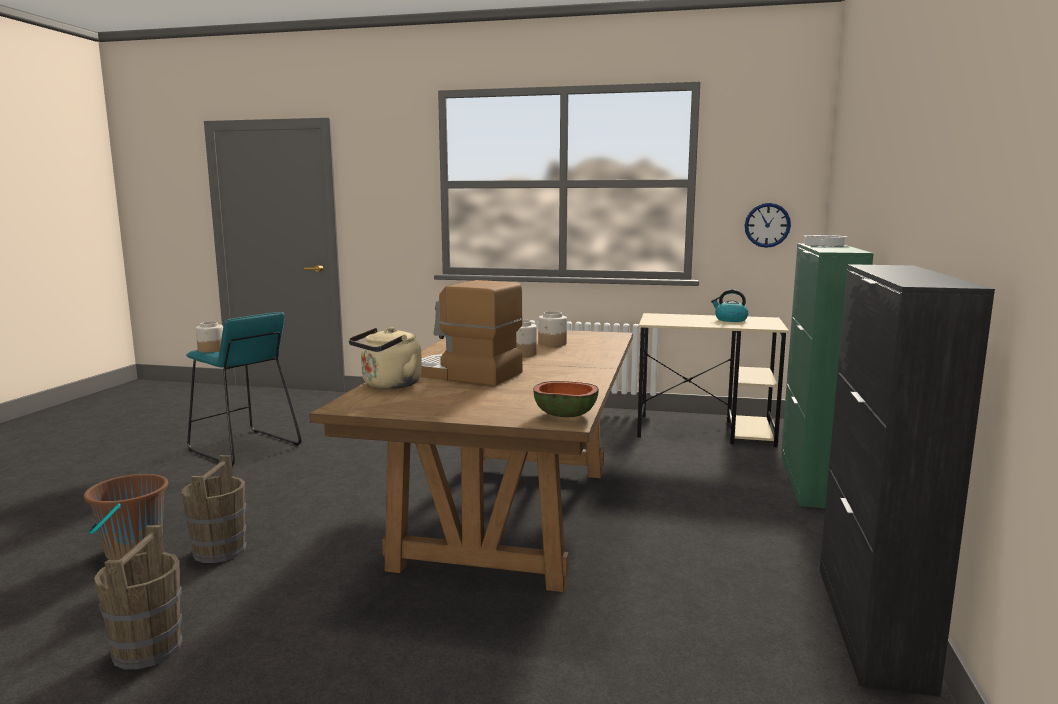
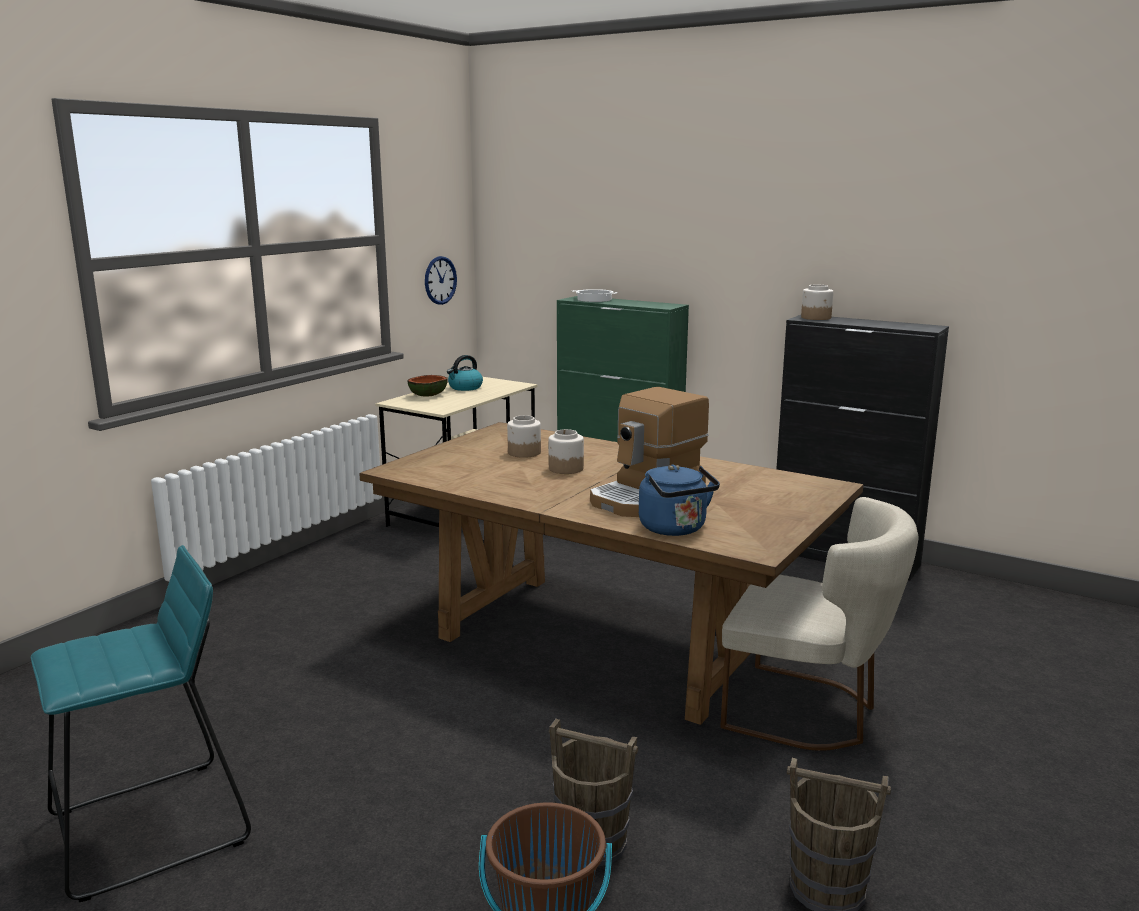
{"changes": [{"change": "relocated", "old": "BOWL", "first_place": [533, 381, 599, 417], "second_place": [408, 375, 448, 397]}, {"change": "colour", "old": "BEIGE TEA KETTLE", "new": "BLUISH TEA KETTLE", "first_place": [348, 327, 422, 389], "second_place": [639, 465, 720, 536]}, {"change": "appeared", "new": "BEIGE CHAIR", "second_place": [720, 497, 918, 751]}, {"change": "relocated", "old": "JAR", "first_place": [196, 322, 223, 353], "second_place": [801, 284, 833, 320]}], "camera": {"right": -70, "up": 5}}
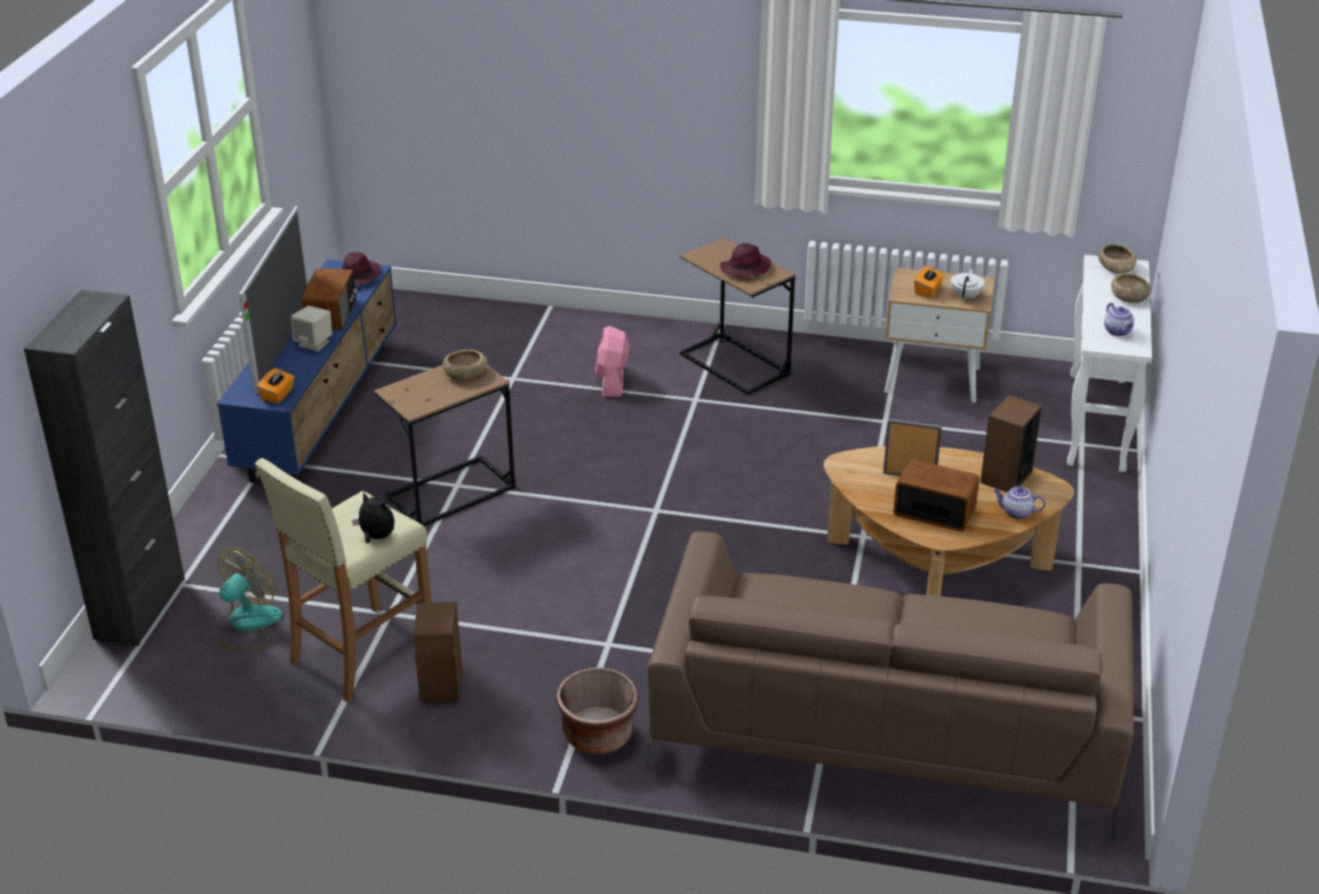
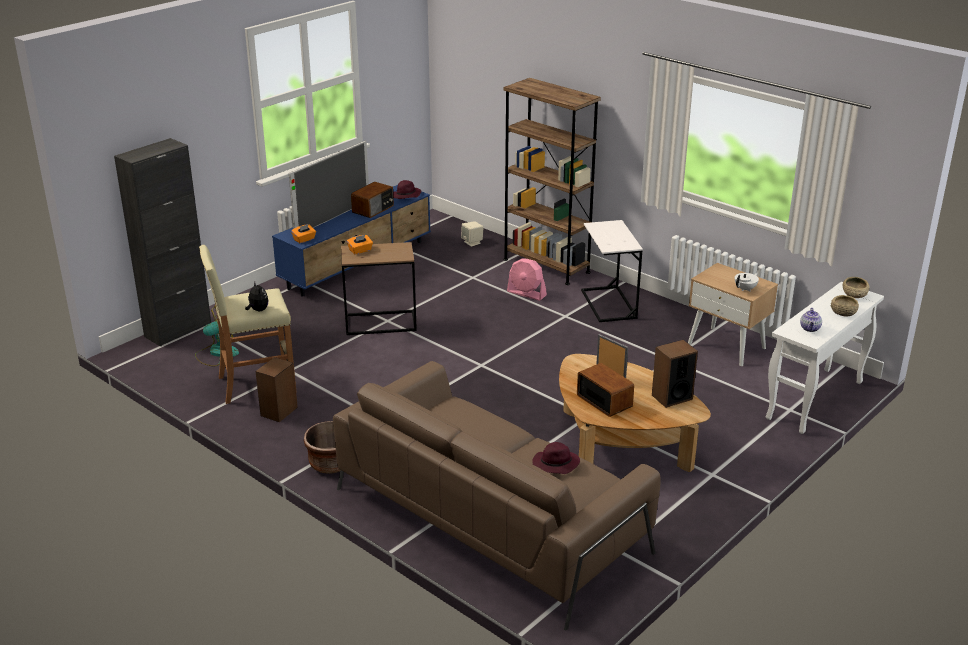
{"changes": [{"change": "relocated", "old": "ORANGEY TISSUE BOX", "first_place": [914, 266, 944, 298], "second_place": [347, 235, 373, 254]}, {"change": "relocated", "old": "BEIGE AUDIO SPEAKER", "first_place": [291, 306, 332, 351], "second_place": [461, 221, 484, 247]}, {"change": "appeared", "new": "BROWN BOOKSHELF", "second_place": [503, 78, 601, 285]}, {"change": "spun", "old": "PINK COOLING FAN", "first_place": [595, 326, 630, 397], "second_place": [507, 258, 547, 301], "degrees": -90}, {"change": "relocated", "old": "PURPLISH CLOTHING HAT", "first_place": [720, 243, 771, 277], "second_place": [532, 442, 580, 474]}, {"change": "colour", "old": "BROWN ACCENT TABLE", "new": "WHITE ACCENT TABLE", "first_place": [680, 237, 796, 395], "second_place": [581, 220, 643, 322]}, {"change": "missing", "old": "BEIGE BOWL", "first_place": [443, 349, 488, 380]}, {"change": "missing", "old": "POT FOR TEA", "first_place": [994, 486, 1046, 519]}], "camera": {"right": 30, "up": -5}}
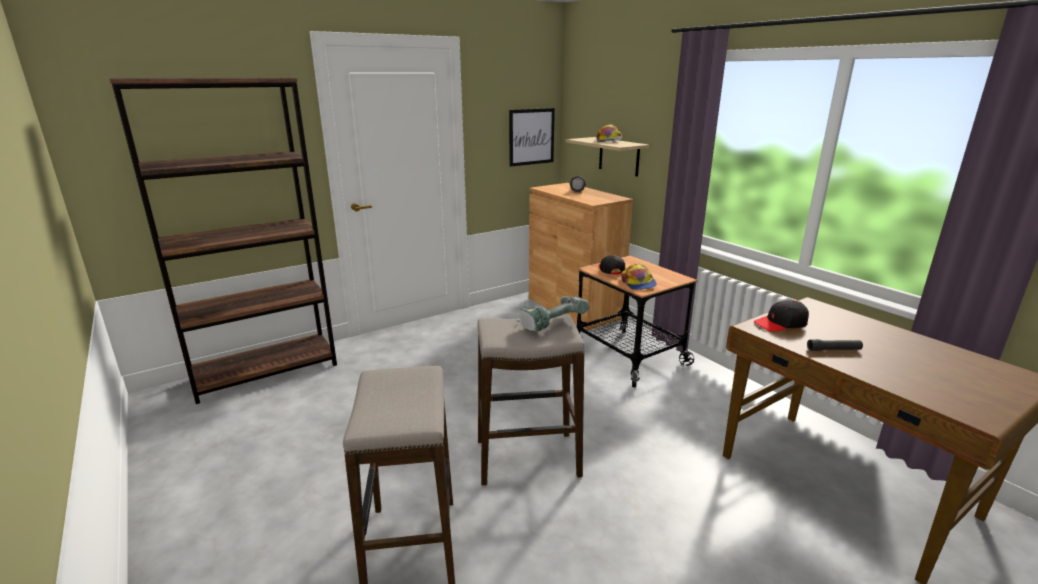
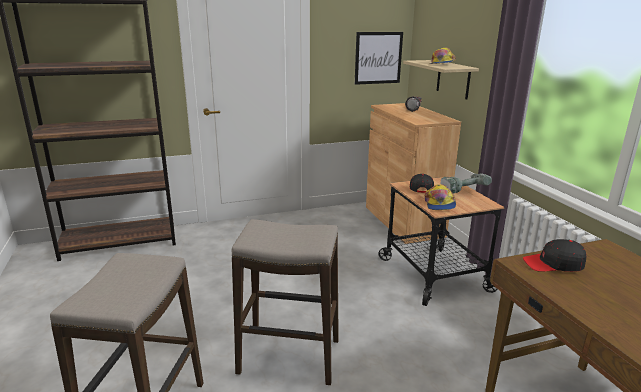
{"changes": [{"change": "relocated", "old": "DRILL", "first_place": [517, 296, 589, 332], "second_place": [441, 173, 492, 193]}, {"change": "missing", "old": "BLACK-COLOURED HAND TORCH", "first_place": [807, 339, 863, 351]}], "camera": {"right": 15, "up": 0}}
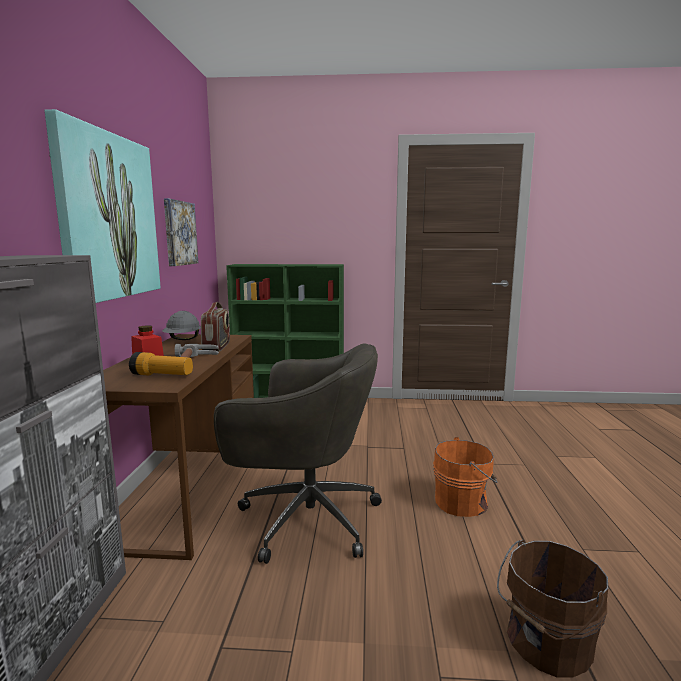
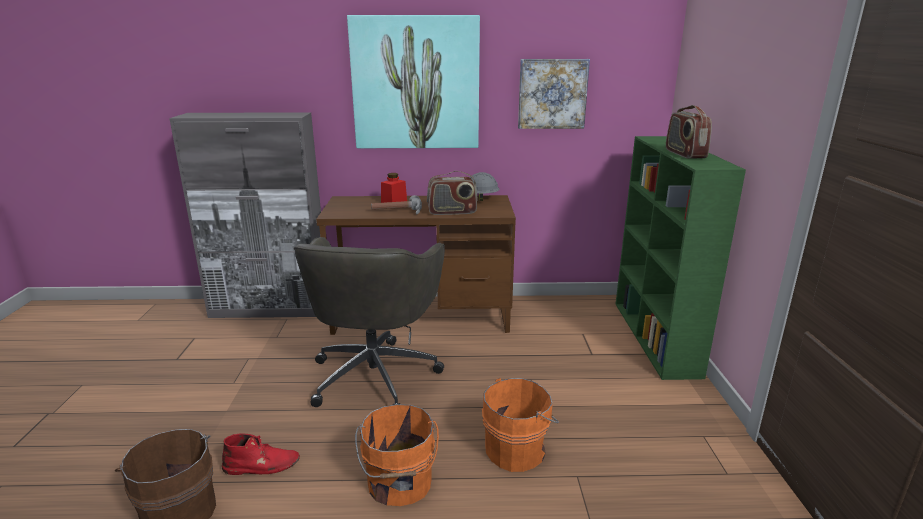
{"changes": [{"change": "appeared", "new": "RED-COLOURED TALL BOOT", "second_place": [222, 434, 300, 475]}, {"change": "appeared", "new": "ORANGEY WATER BUCKET", "second_place": [482, 378, 559, 472]}, {"change": "appeared", "new": "RADIO RECEIVER", "second_place": [666, 105, 712, 159]}, {"change": "missing", "old": "HAND TORCH", "first_place": [129, 352, 193, 375]}], "camera": {"right": 85, "up": 10}}
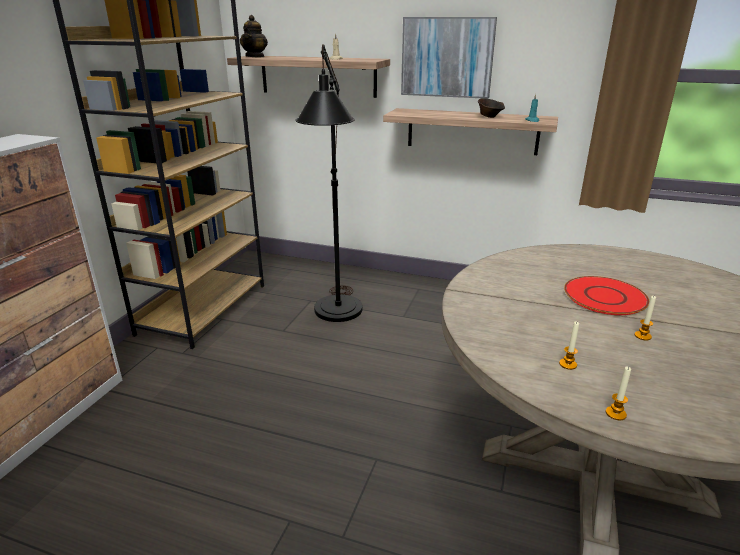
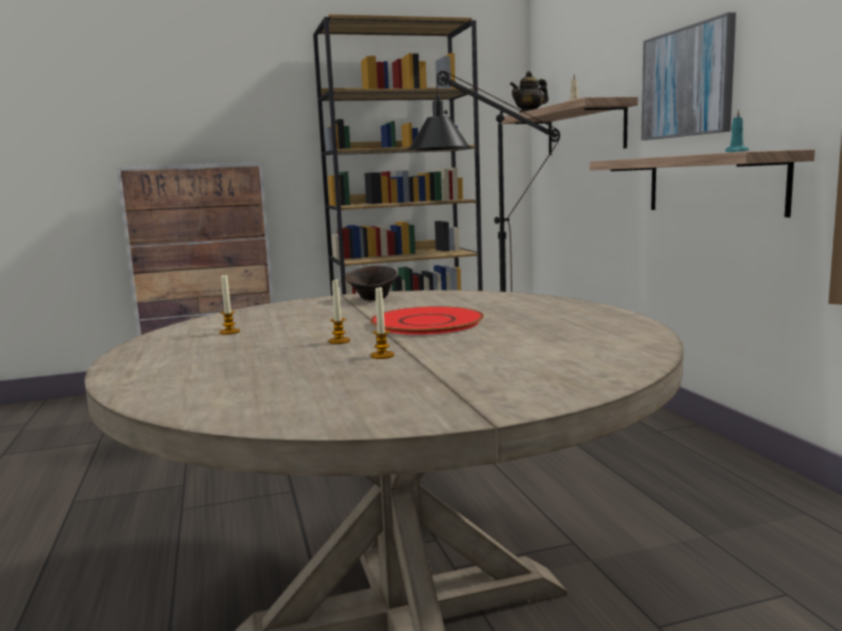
{"changes": [{"change": "relocated", "old": "BROWN BOWL", "first_place": [478, 98, 505, 118], "second_place": [345, 266, 398, 301]}, {"change": "relocated", "old": "CANDLE", "first_place": [605, 366, 631, 420], "second_place": [370, 286, 394, 359]}], "camera": {"right": 55, "up": -15}}
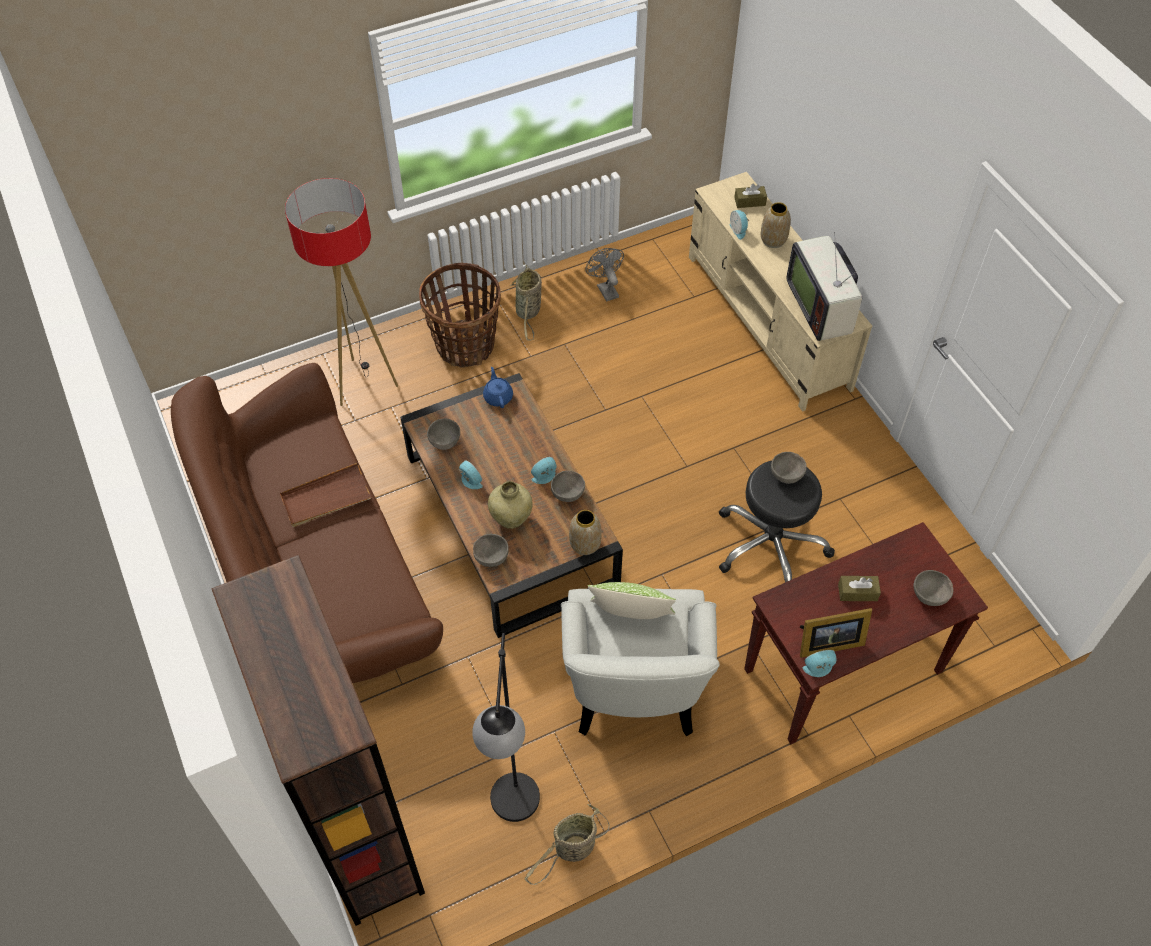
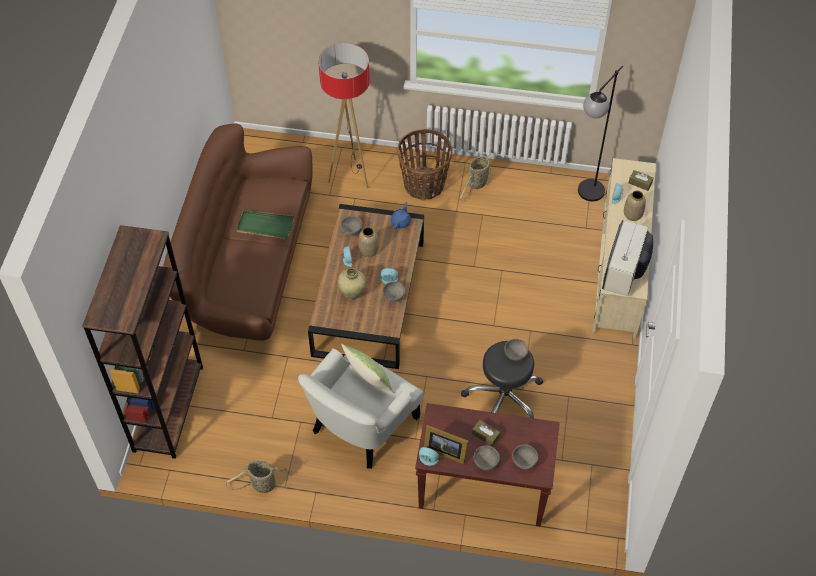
{"changes": [{"change": "colour", "old": "BROWN SERVING TRAY", "new": "GREEN-COLOURED SERVING TRAY", "first_place": [280, 463, 372, 527], "second_place": [236, 210, 294, 239]}, {"change": "relocated", "old": "VASE", "first_place": [569, 510, 602, 555], "second_place": [358, 227, 379, 257]}, {"change": "relocated", "old": "GREYISH BOWL", "first_place": [473, 534, 509, 567], "second_place": [473, 445, 500, 471]}, {"change": "relocated", "old": "BLACK-COLOURED STANDARD LAMP", "first_place": [472, 633, 540, 822], "second_place": [578, 66, 623, 201]}, {"change": "missing", "old": "GREYISH COOLING FAN", "first_place": [585, 248, 624, 301]}], "camera": {"right": 35, "up": 0}}
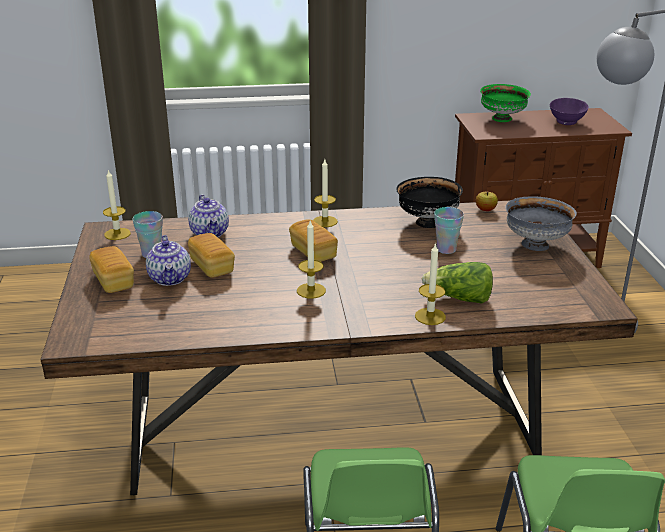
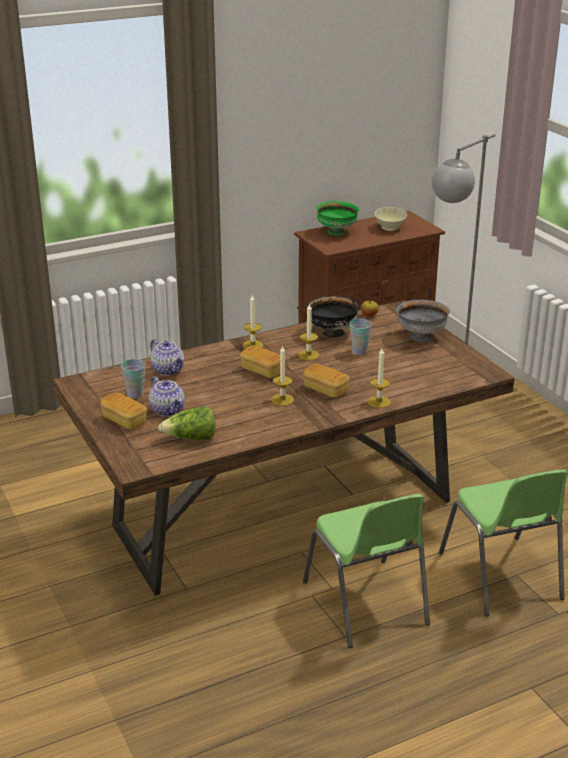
{"changes": [{"change": "relocated", "old": "LETTUCE HEAD", "first_place": [422, 262, 493, 304], "second_place": [158, 407, 216, 440]}, {"change": "relocated", "old": "CANDLE", "first_place": [103, 170, 131, 240], "second_place": [298, 304, 319, 360]}, {"change": "relocated", "old": "BAKERY BREAD", "first_place": [188, 233, 235, 278], "second_place": [303, 364, 350, 398]}, {"change": "colour", "old": "PURPLISH BOWL", "new": "BEIGE BOWL", "first_place": [550, 98, 589, 125], "second_place": [374, 207, 407, 231]}], "camera": {"right": -20, "up": 0}}
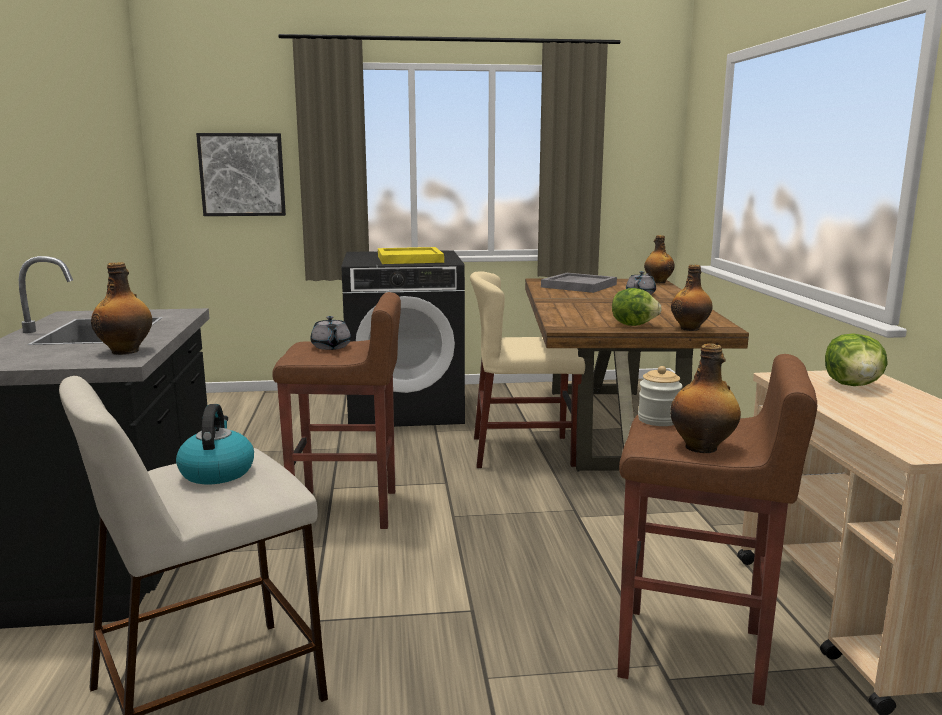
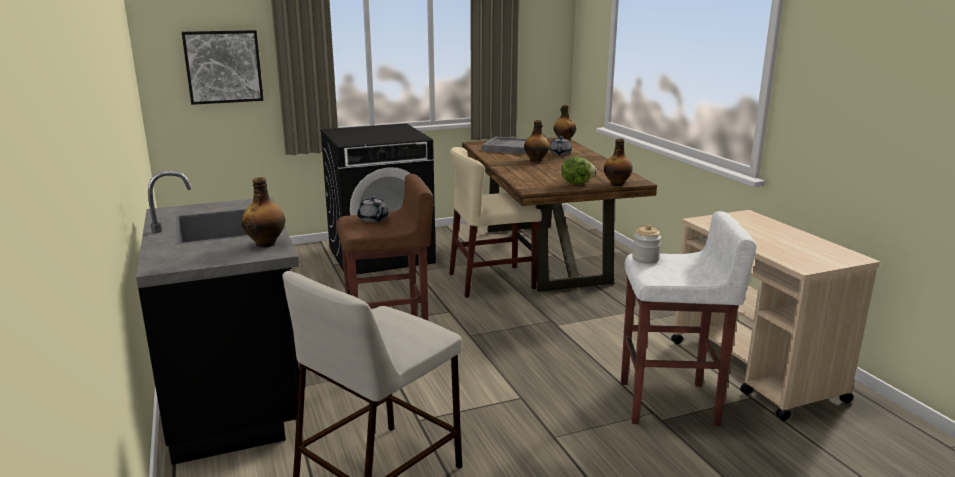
{"changes": [{"change": "relocated", "old": "DRINK BOTTLE", "first_place": [670, 344, 741, 453], "second_place": [524, 120, 549, 162]}, {"change": "colour", "old": "BROWN STOOL SEAT", "new": "WHITE STOOL SEAT", "first_place": [617, 354, 817, 706], "second_place": [621, 211, 756, 426]}, {"change": "missing", "old": "TEA KETTLE", "first_place": [176, 404, 254, 484]}, {"change": "missing", "old": "YELLOW-COLOURED SERVING TRAY", "first_place": [378, 247, 444, 264]}, {"change": "missing", "old": "LETTUCE HEAD", "first_place": [825, 333, 888, 386]}], "camera": {"right": -15, "up": 5}}
